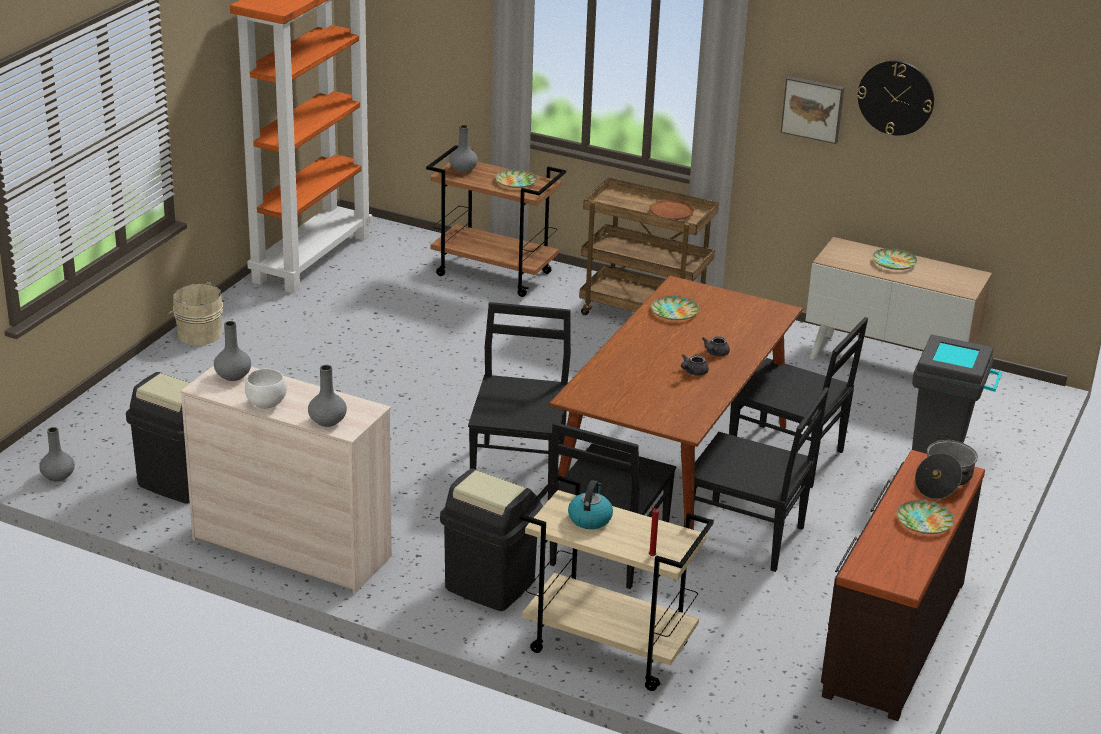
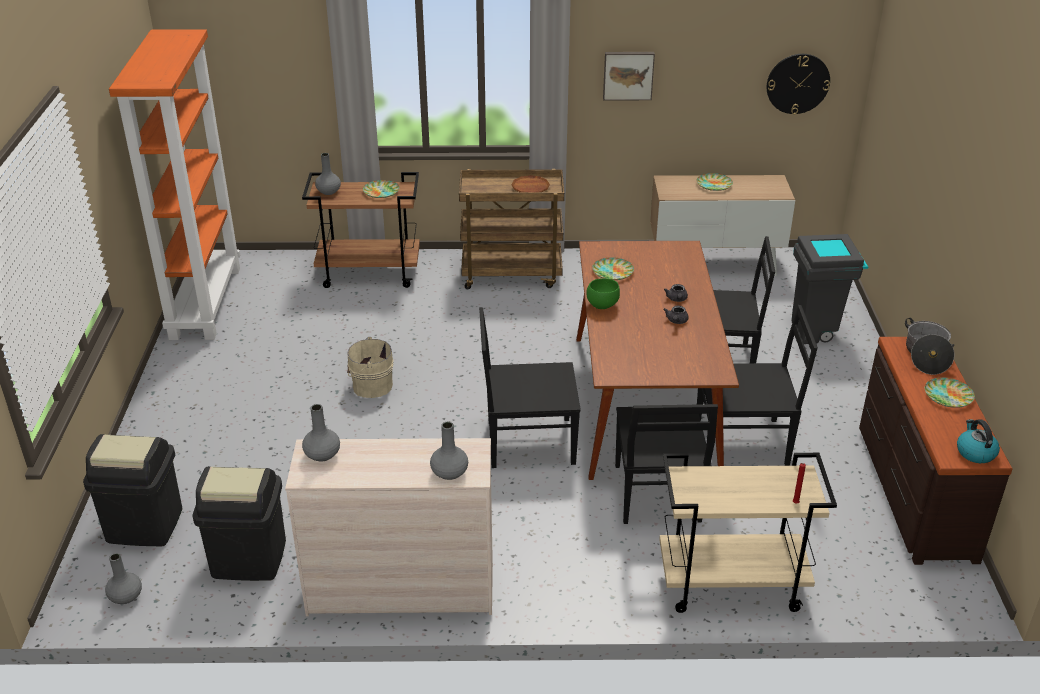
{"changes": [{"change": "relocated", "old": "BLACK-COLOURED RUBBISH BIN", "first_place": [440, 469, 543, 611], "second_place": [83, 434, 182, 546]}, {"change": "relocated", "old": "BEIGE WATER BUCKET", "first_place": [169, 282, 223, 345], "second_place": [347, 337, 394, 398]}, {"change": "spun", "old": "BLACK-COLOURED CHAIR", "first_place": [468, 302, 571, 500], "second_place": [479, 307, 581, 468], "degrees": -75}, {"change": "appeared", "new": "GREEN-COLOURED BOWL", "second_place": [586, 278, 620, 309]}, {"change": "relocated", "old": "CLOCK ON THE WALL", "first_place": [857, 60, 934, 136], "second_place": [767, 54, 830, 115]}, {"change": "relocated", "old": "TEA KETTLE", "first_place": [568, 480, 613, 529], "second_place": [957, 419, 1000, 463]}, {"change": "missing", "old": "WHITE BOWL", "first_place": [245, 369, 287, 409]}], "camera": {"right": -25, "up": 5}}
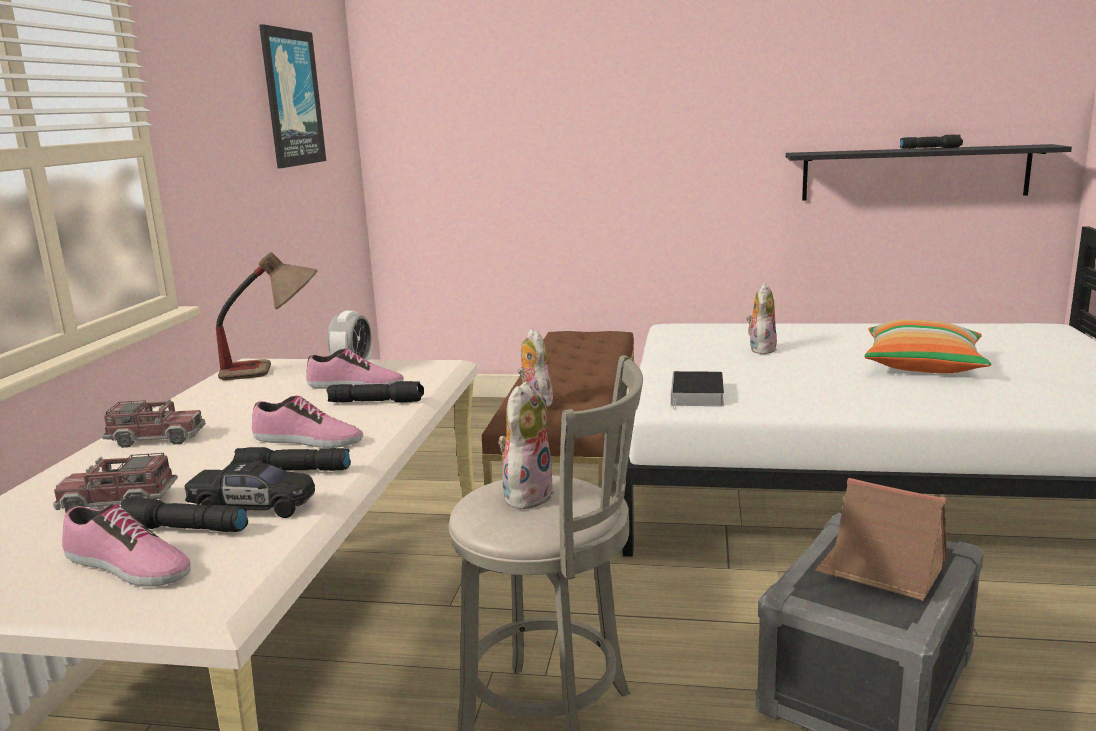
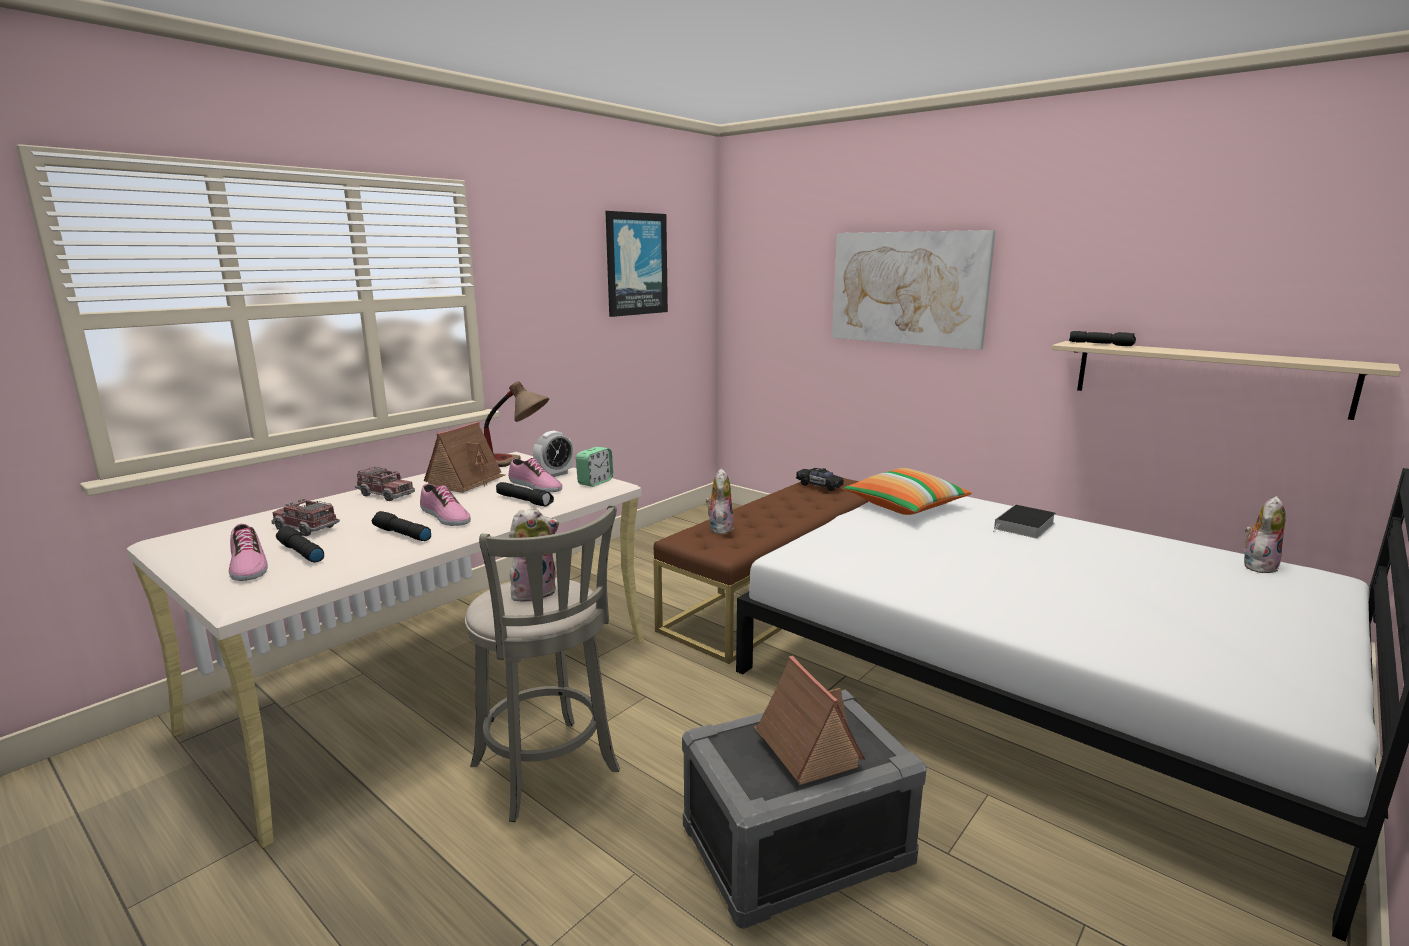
{"changes": [{"change": "appeared", "new": "MODEL HOUSE", "second_place": [424, 422, 505, 493]}, {"change": "appeared", "new": "ALARM CLOCK", "second_place": [576, 447, 613, 487]}, {"change": "relocated", "old": "BLACK-COLOURED MINIATURE CAR", "first_place": [184, 460, 315, 518], "second_place": [796, 468, 844, 491]}, {"change": "appeared", "new": "WALL ART", "second_place": [832, 230, 996, 350]}, {"change": "relocated", "old": "CUSHION", "first_place": [865, 319, 991, 374], "second_place": [844, 468, 972, 515]}, {"change": "relocated", "old": "VOLUME", "first_place": [671, 371, 724, 410], "second_place": [993, 505, 1056, 539]}, {"change": "colour", "old": "BLACK-COLOURED BRACKET SHELF", "new": "BEIGE BRACKET SHELF", "first_place": [786, 144, 1072, 201], "second_place": [1051, 341, 1401, 420]}, {"change": "relocated", "old": "BLACK-COLOURED HAND TORCH", "first_place": [900, 134, 963, 149], "second_place": [1069, 331, 1136, 346]}, {"change": "relocated", "old": "SOFT TOY", "first_place": [746, 283, 777, 354], "second_place": [1244, 496, 1286, 573]}], "camera": {"right": 30, "up": 0}}
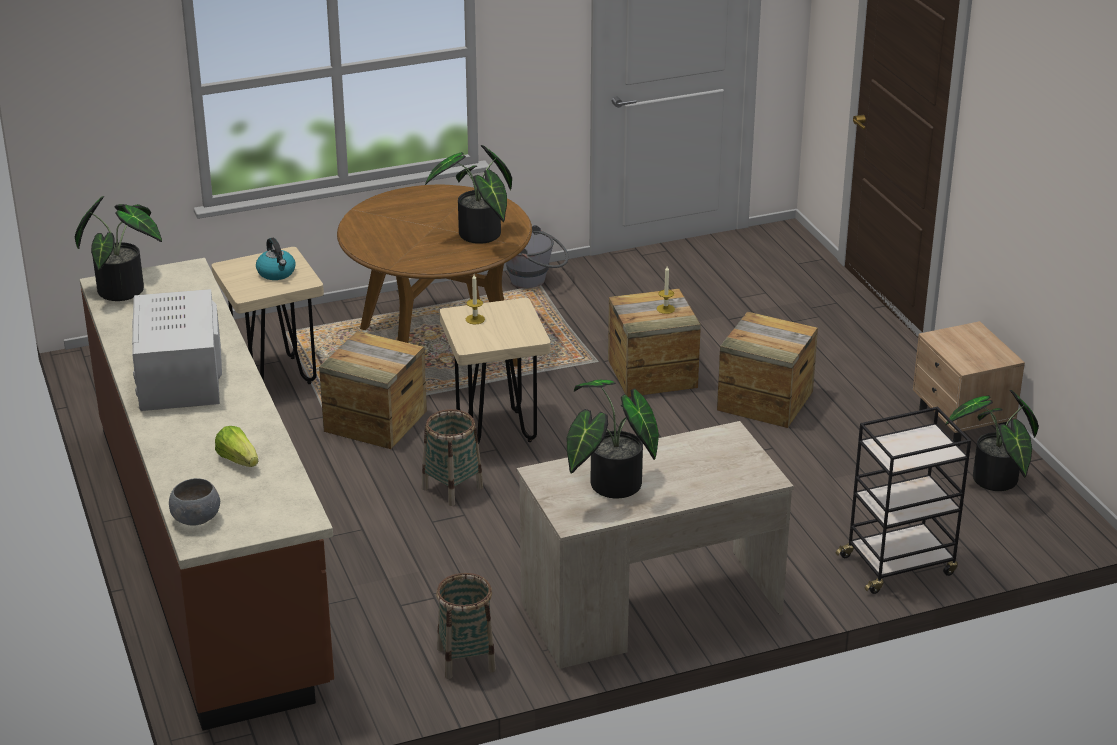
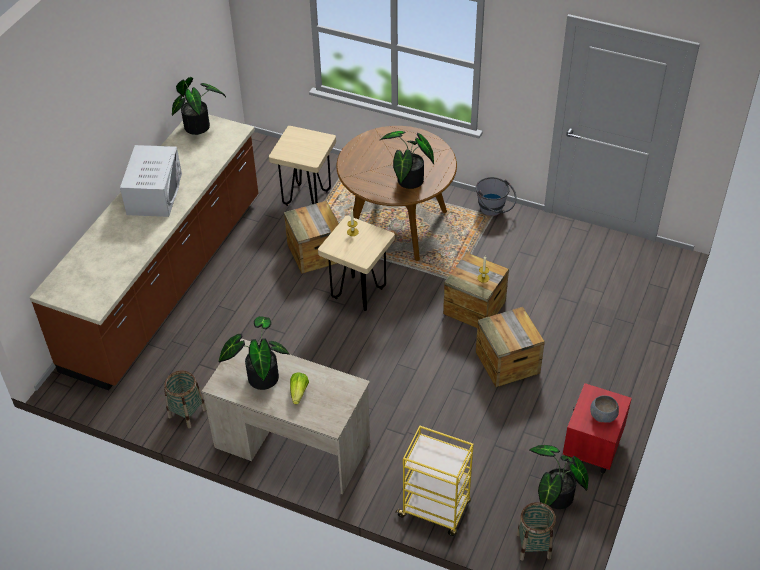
{"changes": [{"change": "spun", "old": "WHITE MICROWAVE", "first_place": [132, 289, 222, 411], "second_place": [120, 145, 182, 217], "degrees": 150}, {"change": "relocated", "old": "LETTUCE HEAD", "first_place": [215, 426, 258, 467], "second_place": [290, 372, 309, 404]}, {"change": "colour", "old": "BLACK-COLOURED TROLLEY", "new": "YELLOW-COLOURED TROLLEY", "first_place": [836, 406, 971, 594], "second_place": [395, 425, 474, 536]}, {"change": "relocated", "old": "HOUSEHOLD BASKET", "first_place": [422, 409, 483, 506], "second_place": [516, 502, 556, 561]}, {"change": "colour", "old": "BEIGE NIGHTSTAND", "new": "RED-COLOURED NIGHTSTAND", "first_place": [913, 321, 1025, 446], "second_place": [563, 383, 632, 474]}, {"change": "relocated", "old": "GREYISH BOWL", "first_place": [169, 478, 220, 526], "second_place": [590, 395, 619, 423]}, {"change": "missing", "old": "TEA KETTLE", "first_place": [256, 238, 295, 280]}], "camera": {"right": 45, "up": 15}}
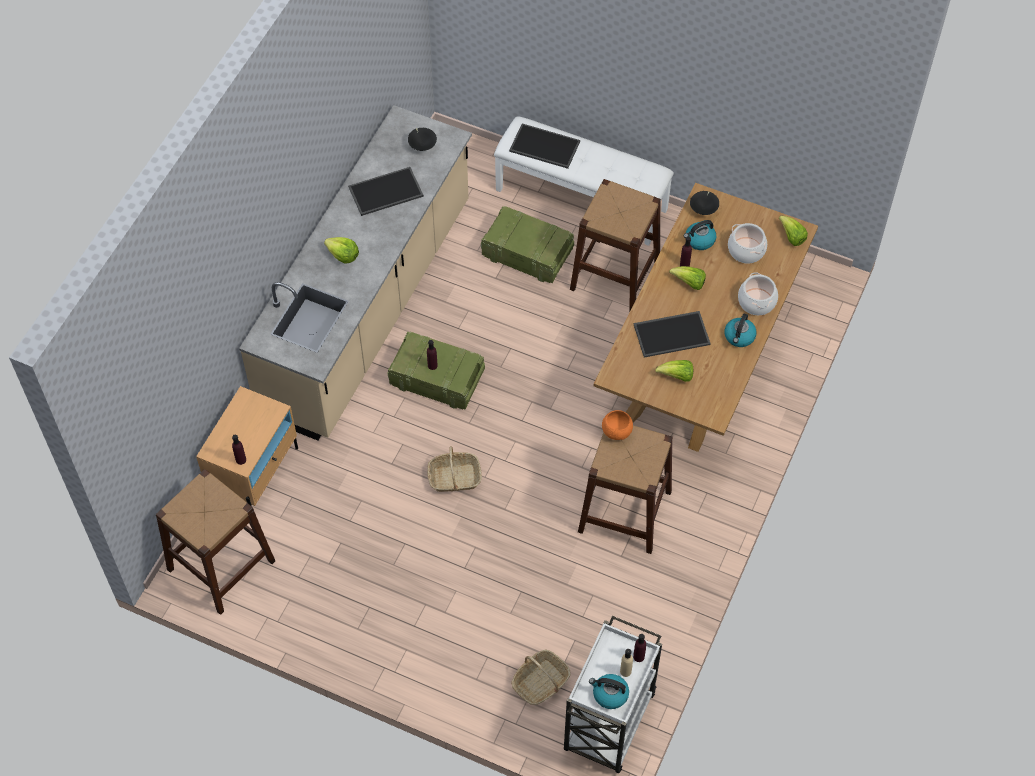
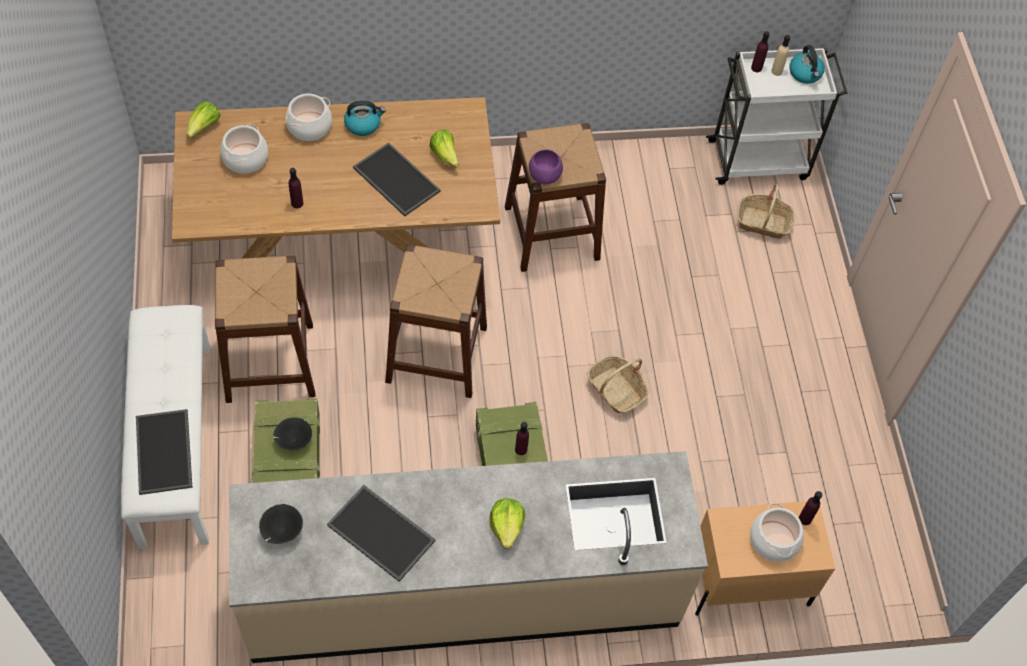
{"changes": [{"change": "relocated", "old": "BLACK-COLOURED BOWL", "first_place": [690, 191, 719, 215], "second_place": [273, 417, 312, 450]}, {"change": "relocated", "old": "BROWN STOOL SEAT", "first_place": [156, 469, 275, 615], "second_place": [385, 244, 487, 398]}, {"change": "colour", "old": "ORANGEY BOWL", "new": "PURPLISH BOWL", "first_place": [602, 410, 633, 440], "second_place": [529, 150, 563, 184]}, {"change": "appeared", "new": "SAUCEPOT", "second_place": [750, 503, 804, 562]}, {"change": "missing", "old": "LETTUCE HEAD", "first_place": [669, 266, 706, 290]}, {"change": "missing", "old": "TEA KETTLE", "first_place": [684, 220, 716, 250]}], "camera": {"right": -125, "up": 0}}
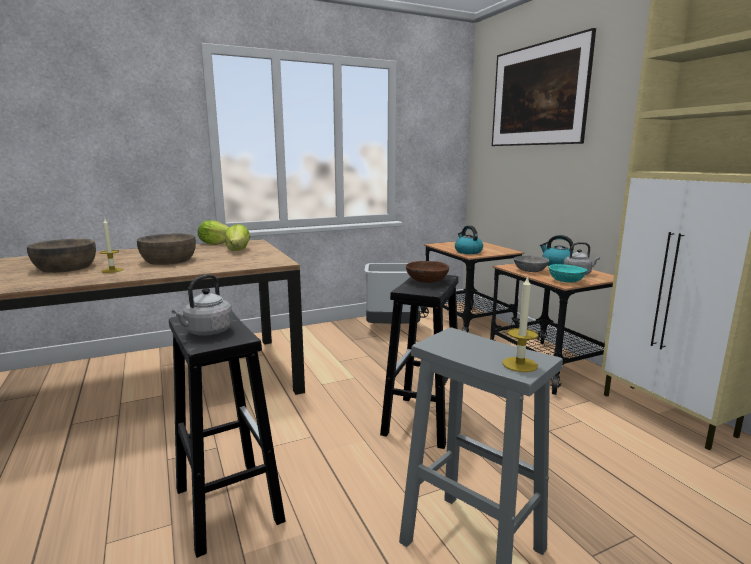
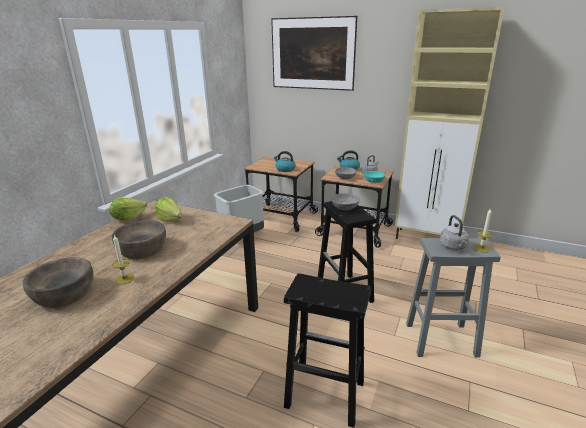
{"changes": [{"change": "colour", "old": "BROWN BOWL", "new": "GREYISH BOWL", "first_place": [406, 261, 449, 283], "second_place": [332, 193, 360, 210]}, {"change": "relocated", "old": "GREYISH TEA KETTLE", "first_place": [172, 274, 233, 335], "second_place": [440, 215, 469, 250]}], "camera": {"right": -40, "up": 10}}
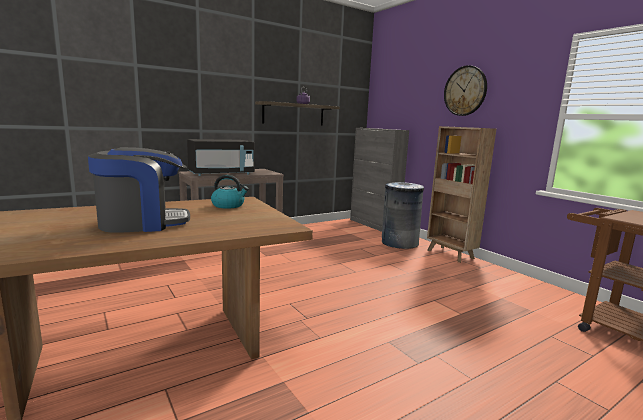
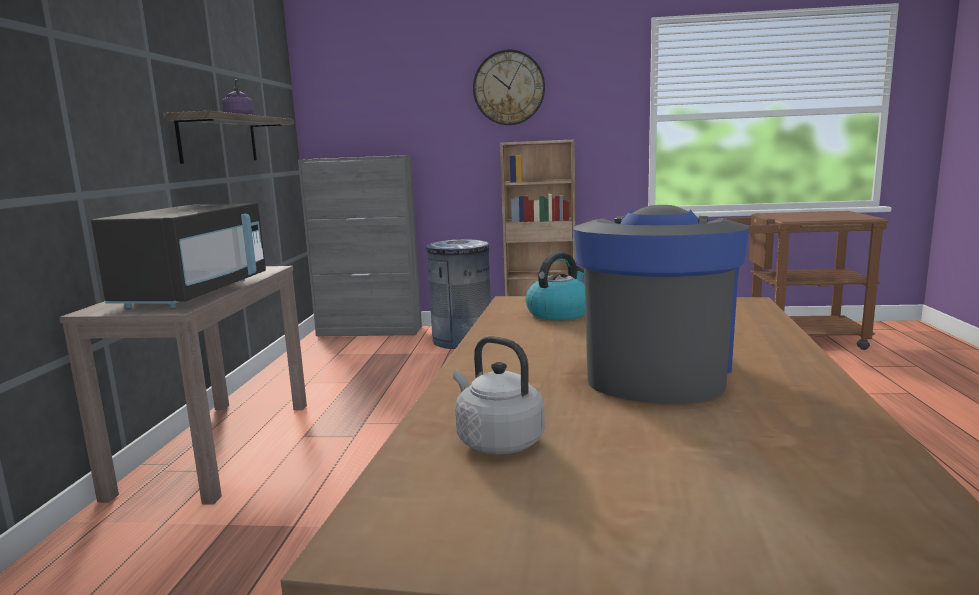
{"changes": [{"change": "appeared", "new": "GREYISH TEA KETTLE", "second_place": [453, 336, 545, 454]}], "camera": {"right": -50, "up": 0}}
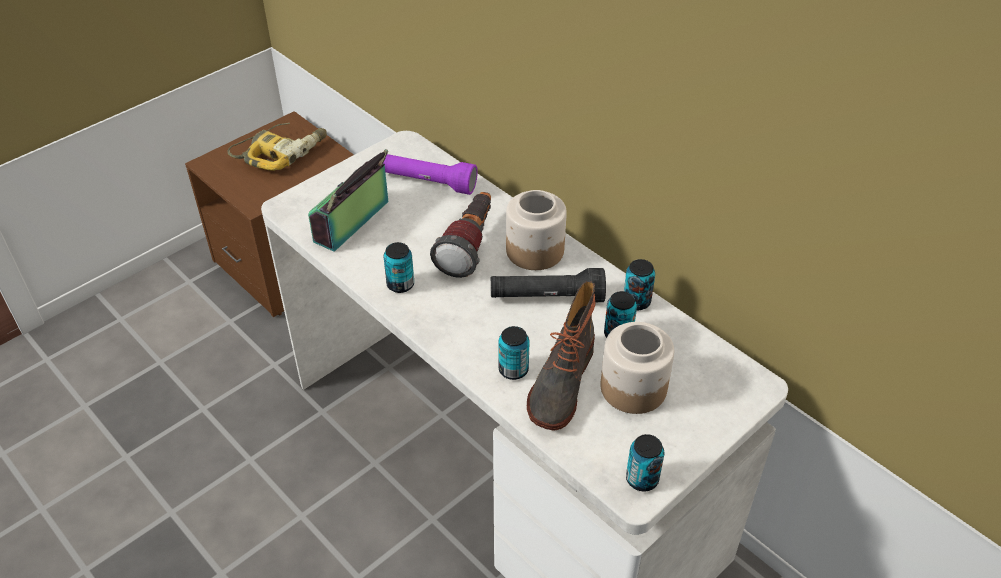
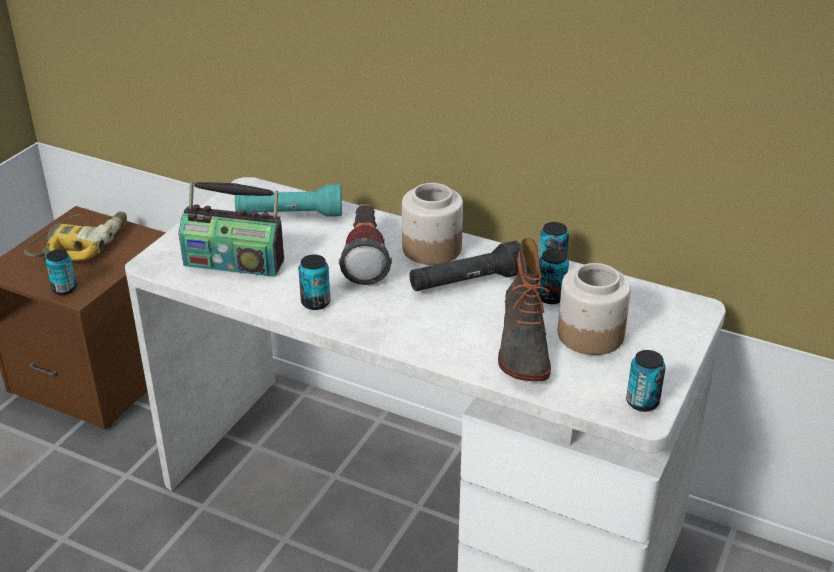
{"changes": [{"change": "relocated", "old": "CAN", "first_place": [498, 326, 530, 380], "second_place": [45, 249, 77, 295]}, {"change": "spun", "old": "RADIO RECEIVER", "first_place": [308, 149, 388, 252], "second_place": [178, 182, 284, 277], "degrees": -90}, {"change": "colour", "old": "PURPLISH HAND TORCH", "new": "BLUE-GREEN HAND TORCH", "first_place": [384, 154, 478, 195], "second_place": [235, 184, 342, 217]}], "camera": {"right": -20, "up": -10}}
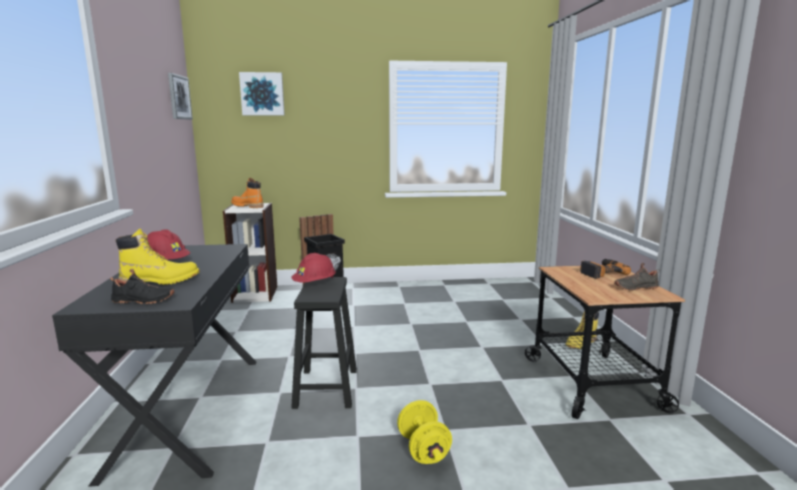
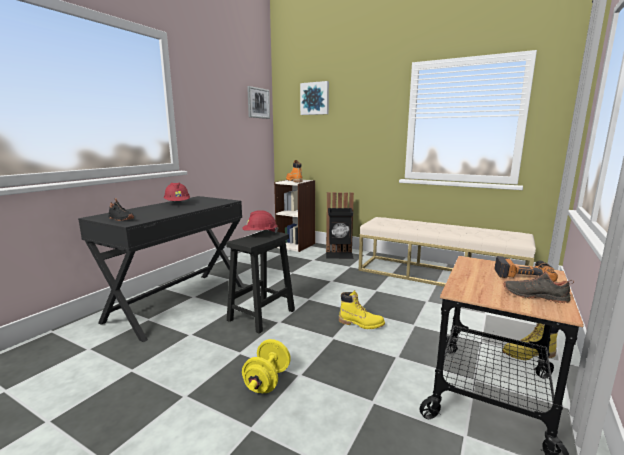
{"changes": [{"change": "relocated", "old": "YELLOW-COLOURED TALL BOOT", "first_place": [116, 228, 200, 285], "second_place": [339, 290, 385, 329]}, {"change": "appeared", "new": "BEIGE LONG SEAT", "second_place": [359, 217, 536, 287]}], "camera": {"right": 35, "up": 0}}
